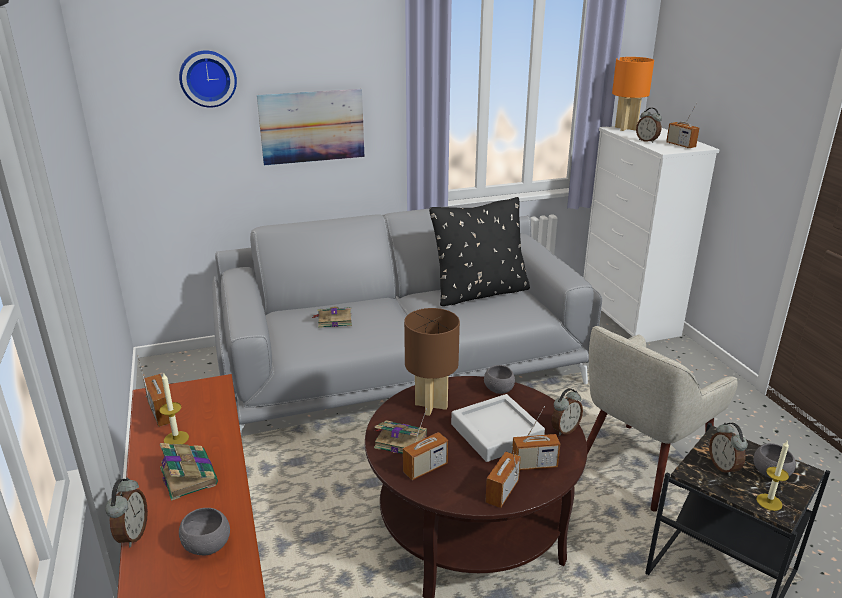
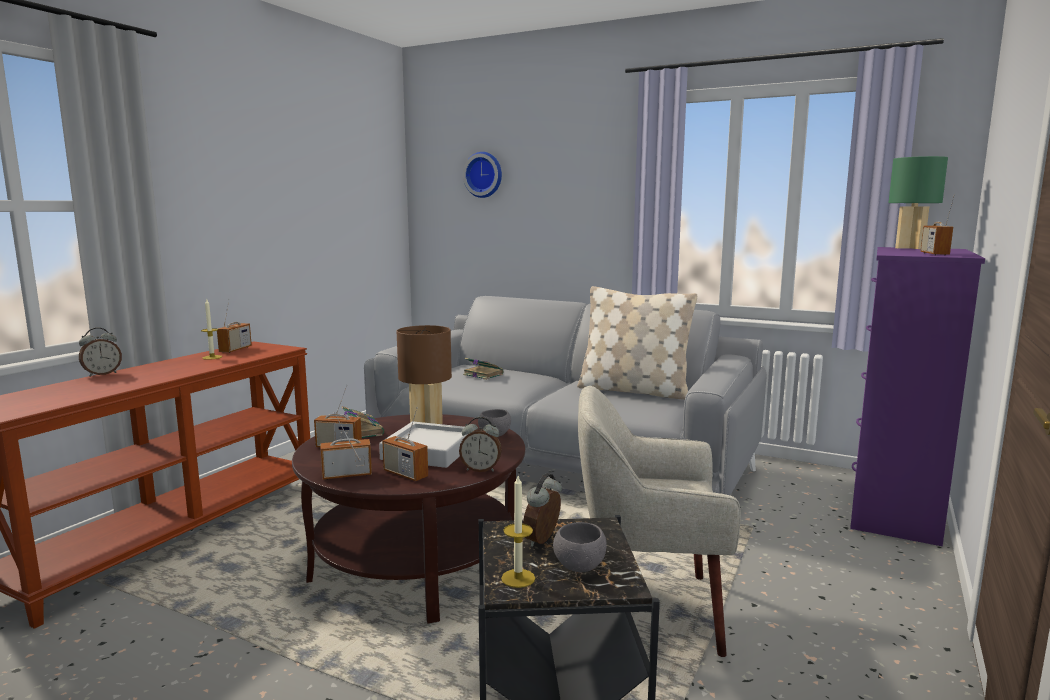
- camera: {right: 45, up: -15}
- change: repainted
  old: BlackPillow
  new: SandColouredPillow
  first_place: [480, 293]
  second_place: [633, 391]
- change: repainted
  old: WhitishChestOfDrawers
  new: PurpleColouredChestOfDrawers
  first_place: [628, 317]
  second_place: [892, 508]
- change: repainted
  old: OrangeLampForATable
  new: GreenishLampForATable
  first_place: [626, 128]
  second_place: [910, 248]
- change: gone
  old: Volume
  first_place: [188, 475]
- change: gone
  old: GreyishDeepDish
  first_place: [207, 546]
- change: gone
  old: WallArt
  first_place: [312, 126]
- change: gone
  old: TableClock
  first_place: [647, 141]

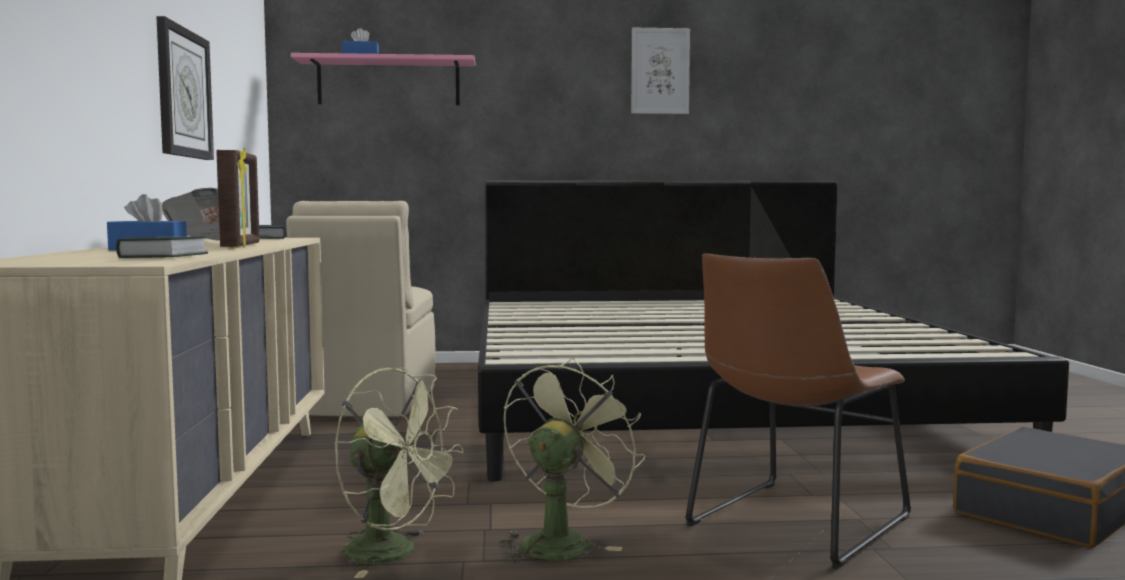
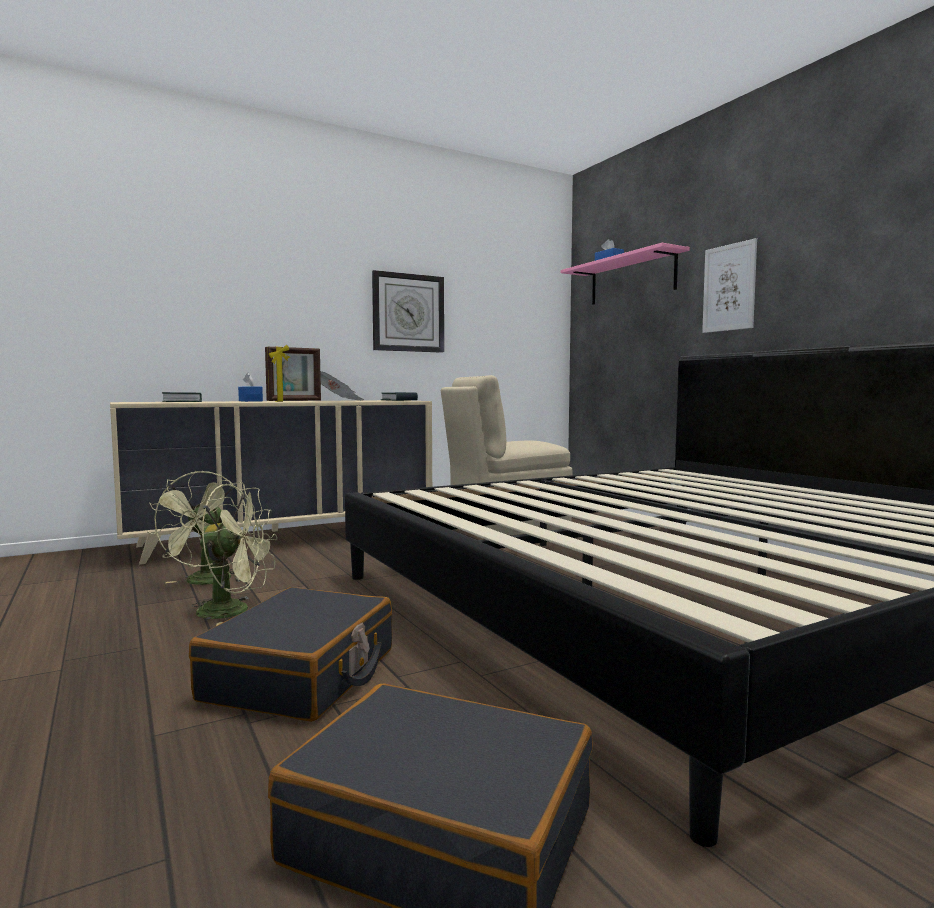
- camera: {right: 65, up: 0}
- change: swapped
  old: BrownUprightChair
  new: BlackPieceOfLuggage
  first_place: [793, 523]
  second_place: [302, 675]
- change: shifted
  old: WallArt
  first_place: [660, 71]
  second_place: [729, 287]

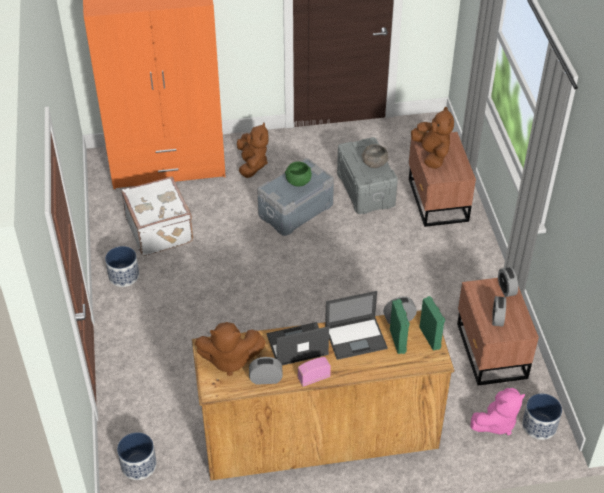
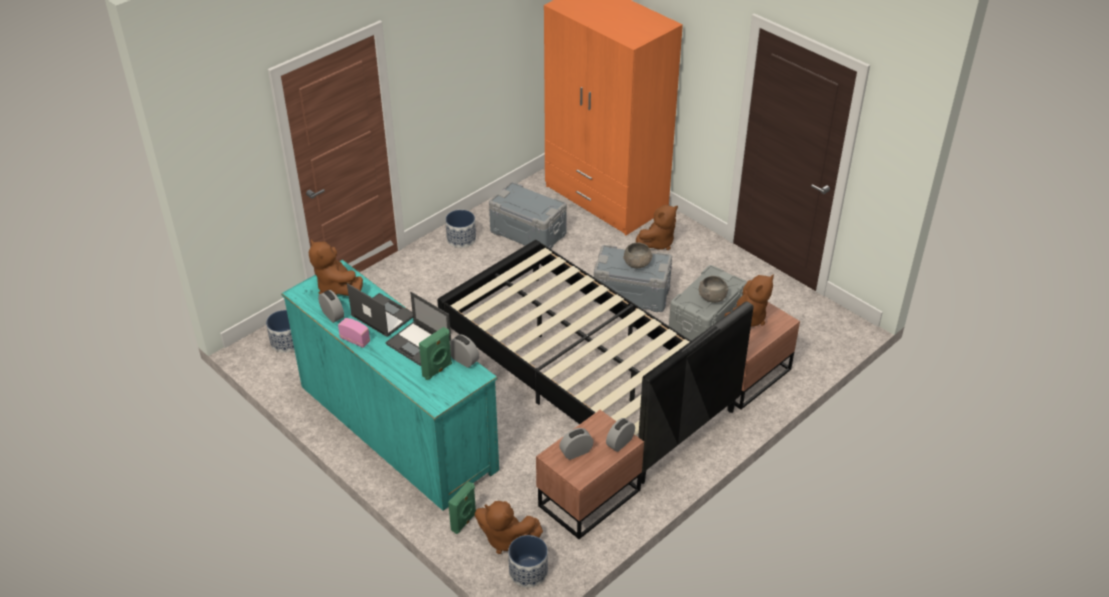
- camera: {right: 55, up: -5}
- change: repainted
  old: BrownChestOfDrawers
  new: BlueGreenChestOfDrawers
  first_place: [319, 433]
  second_place: [397, 427]
- change: new
  new: BlackBed
  second_place: [584, 372]
- change: shifted
  old: GreenishAudioSpeaker
  first_place: [430, 337]
  second_place: [464, 522]
- change: repainted
  old: PinkCuddlyToy
  new: BrownCuddlyToy
  first_place: [496, 422]
  second_place: [505, 538]
- change: swapped
  old: WhitishPieceOfLuggage
  new: GreyishStorageContainer
  first_place: [160, 230]
  second_place: [528, 232]
- change: repainted
  old: GreenishDeepDish
  new: GreyishDeepDish
  first_place: [298, 181]
  second_place: [637, 263]

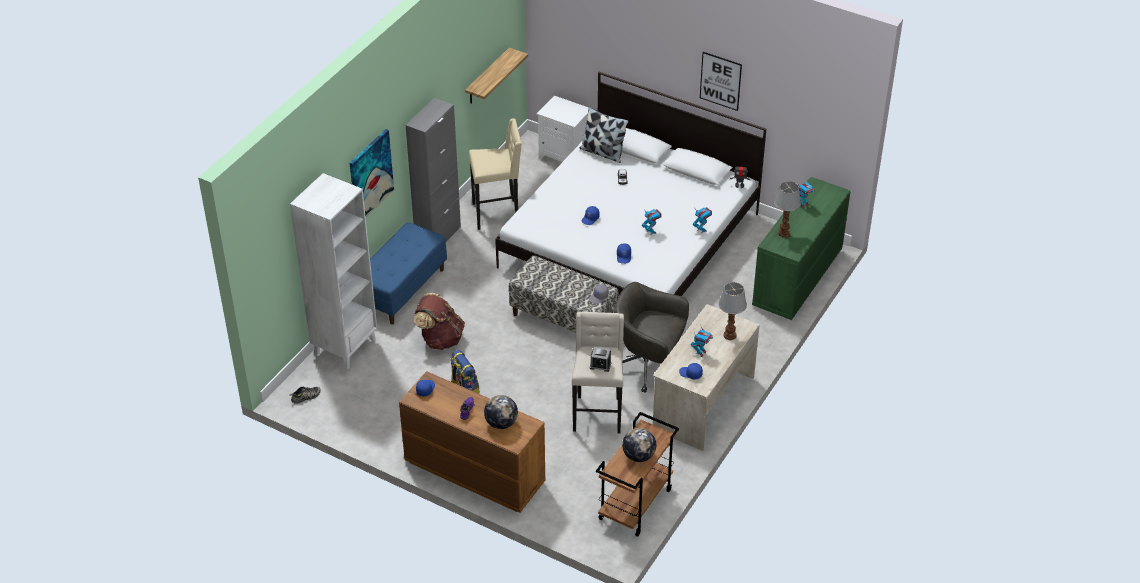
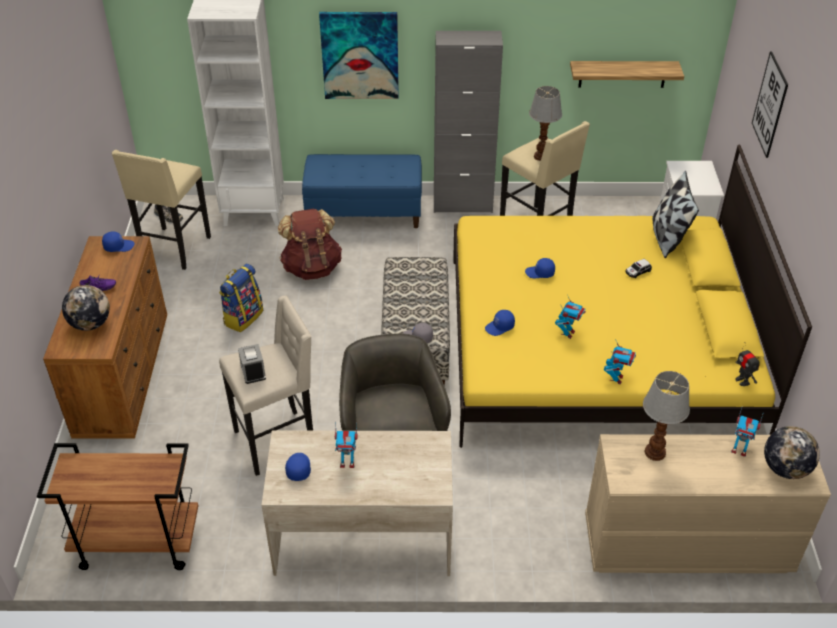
- camera: {right: 60, up: 0}
- change: new
  new: SandColouredSittingStool
  second_place: [174, 250]
- change: repainted
  old: WhitishBed
  new: YellowishBed
  first_place: [630, 240]
  second_place: [597, 347]
- change: shifted
  old: LampForATable
  first_place: [729, 335]
  second_place: [541, 156]
- change: repainted
  old: GreenishChestOfDrawers
  new: SandColouredChestOfDrawers
  first_place: [797, 279]
  second_place: [685, 544]
- change: shifted
  old: WallArt
  first_place: [720, 81]
  second_place: [769, 104]
- change: shifted
  old: DeskGlobe
  first_place: [638, 456]
  second_place: [785, 468]

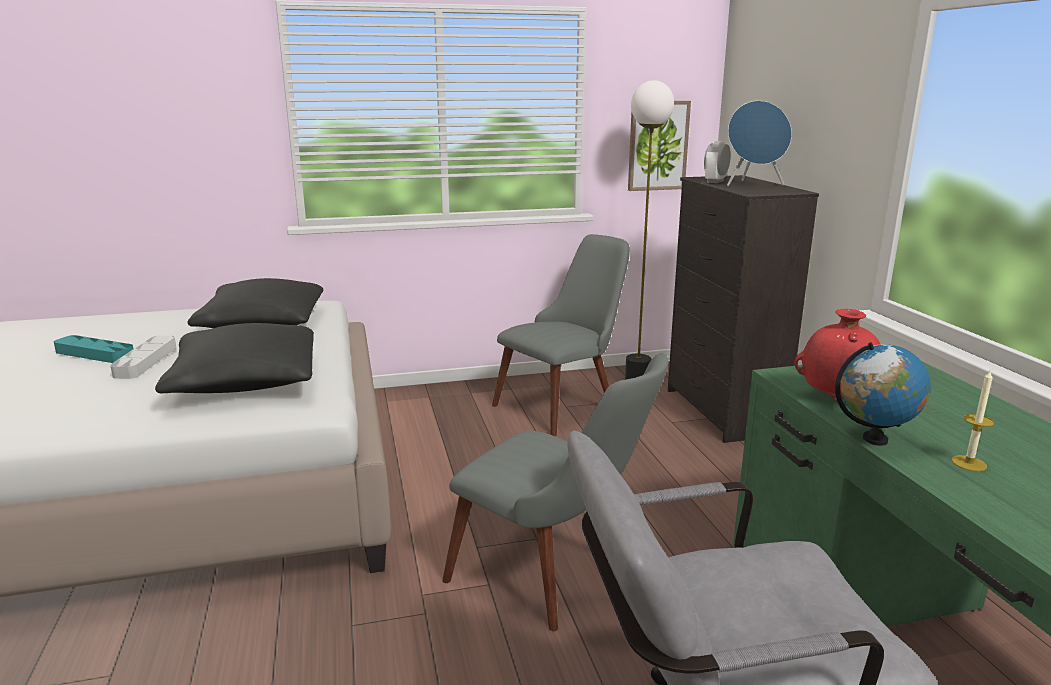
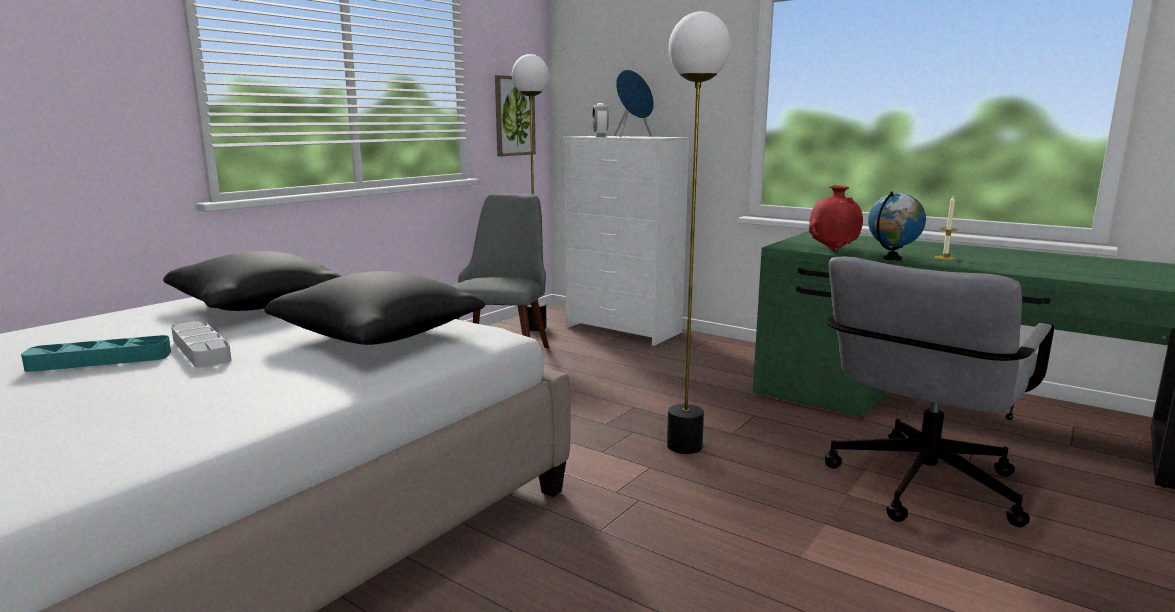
- camera: {right: -40, up: -5}
- change: repainted
  old: BlackChestOfDrawers
  new: WhitishChestOfDrawers
  first_place: [722, 412]
  second_place: [623, 330]
- change: swapped
  old: GreyishUprightChair
  new: FloorLamp
  first_place: [555, 577]
  second_place: [685, 446]

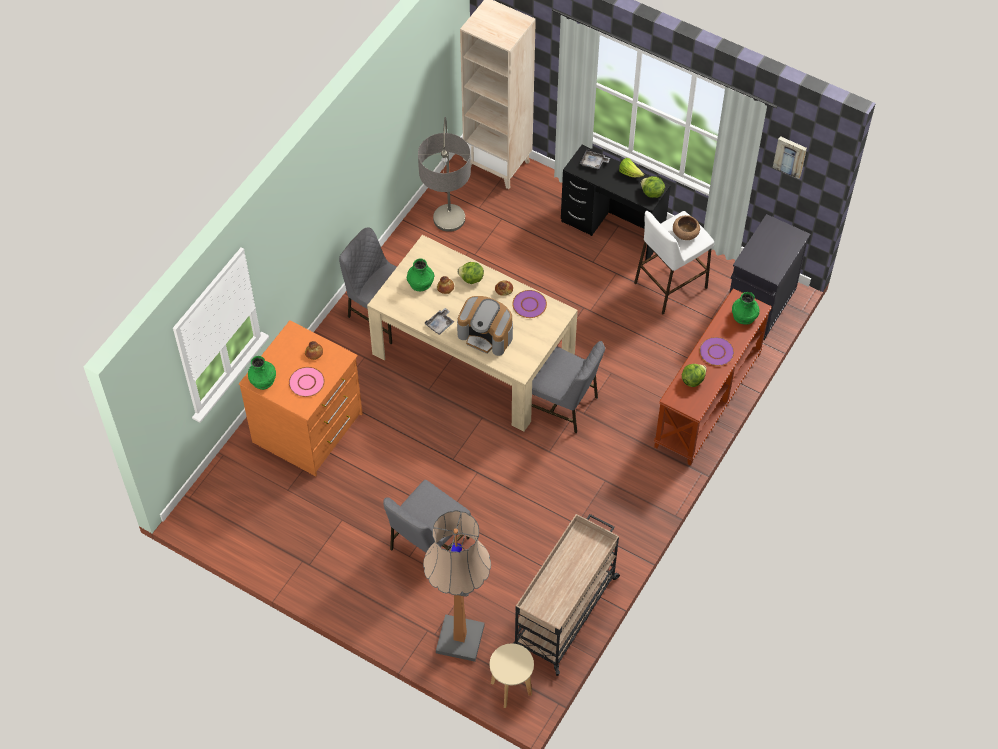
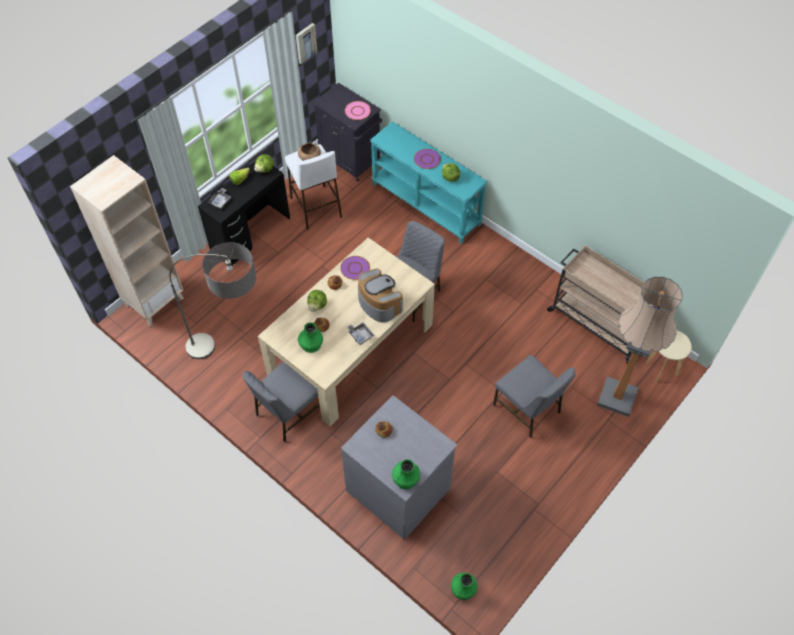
- camera: {right: -80, up: 0}
- change: repainted
  old: OrangeChestOfDrawers
  new: GreyishChestOfDrawers
  first_place: [309, 429]
  second_place: [399, 488]
- change: shifted
  old: PinkDinnerPlate
  first_place: [306, 382]
  second_place: [358, 111]
- change: rotated
  old: CoffeeMachine
  first_place: [486, 335]
  second_place: [379, 303]
  degrees: -75
- change: repainted
  old: BrownConsoleTable
  new: BlueGreenConsoleTable
  first_place: [708, 401]
  second_place: [426, 204]
- change: shifted
  old: GreenishFlowerVase
  first_place: [744, 315]
  second_place: [463, 589]

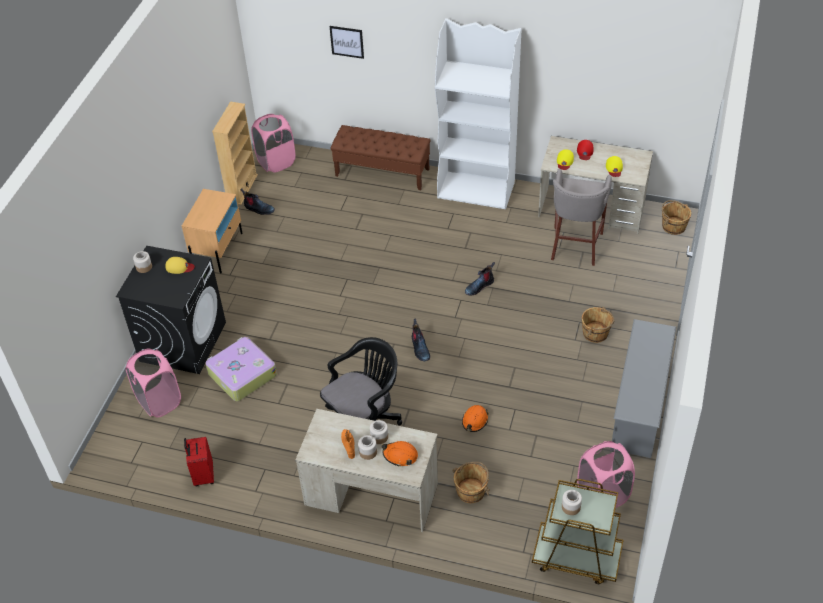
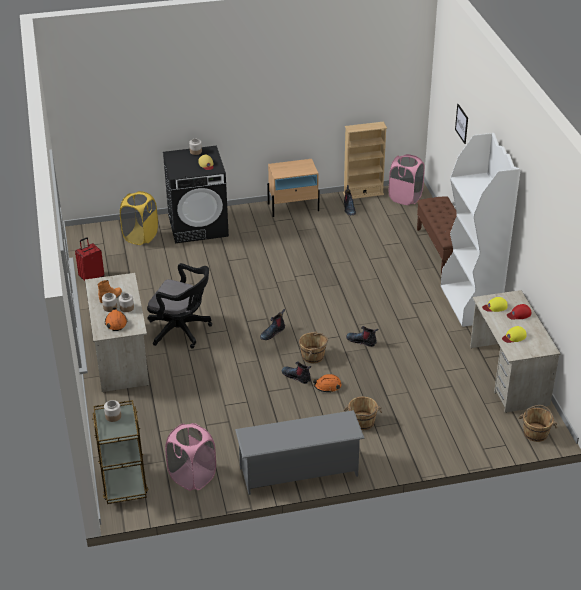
- camera: {right: 60, up: -10}
- change: repainted
  old: PinkWashingBasket
  new: YellowishWashingBasket
  first_place: [159, 401]
  second_place: [140, 236]
- change: new
  new: Boot
  second_place: [297, 376]
- change: shifted
  old: BrownBucket
  first_place: [471, 491]
  second_place: [313, 356]
- change: shifted
  old: OrangeHardHat
  first_place: [475, 421]
  second_place: [327, 386]
- change: gone
  old: PieceOfLuggage
  first_place: [241, 374]
- change: gone
  old: GreyishSittingStool
  first_place: [575, 247]

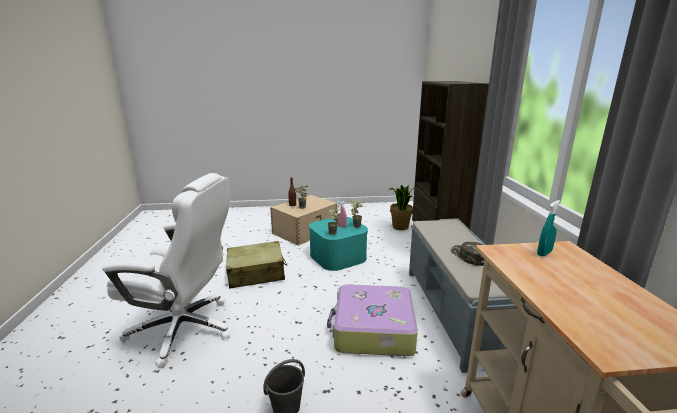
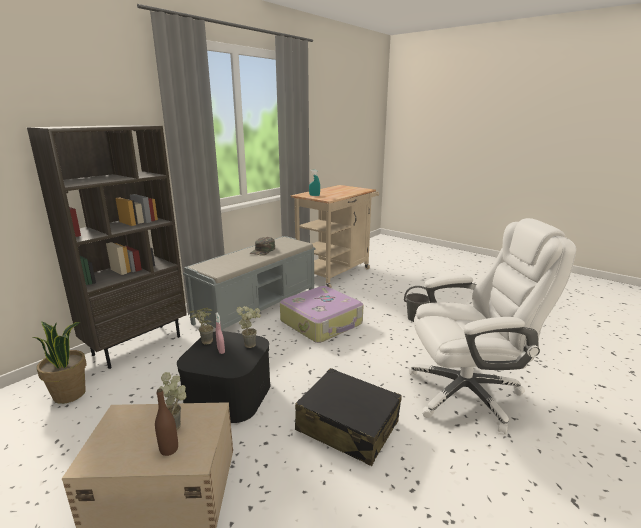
- camera: {right: -135, up: 0}
- change: repainted
  old: BlueGreenStorageContainer
  new: BlackStorageContainer
  first_place: [338, 256]
  second_place: [228, 394]
- change: repainted
  old: SandColouredPieceOfLuggage
  new: BlackPieceOfLuggage
  first_place: [256, 273]
  second_place: [347, 426]
- change: rotated
  old: WhitishDeskChair
  first_place: [184, 329]
  second_place: [467, 393]
  degrees: 120

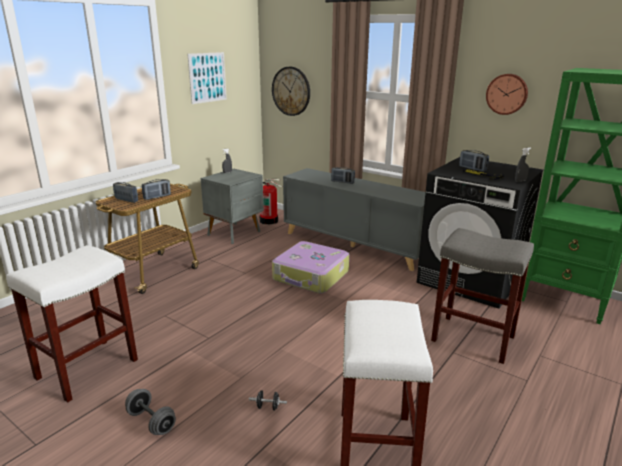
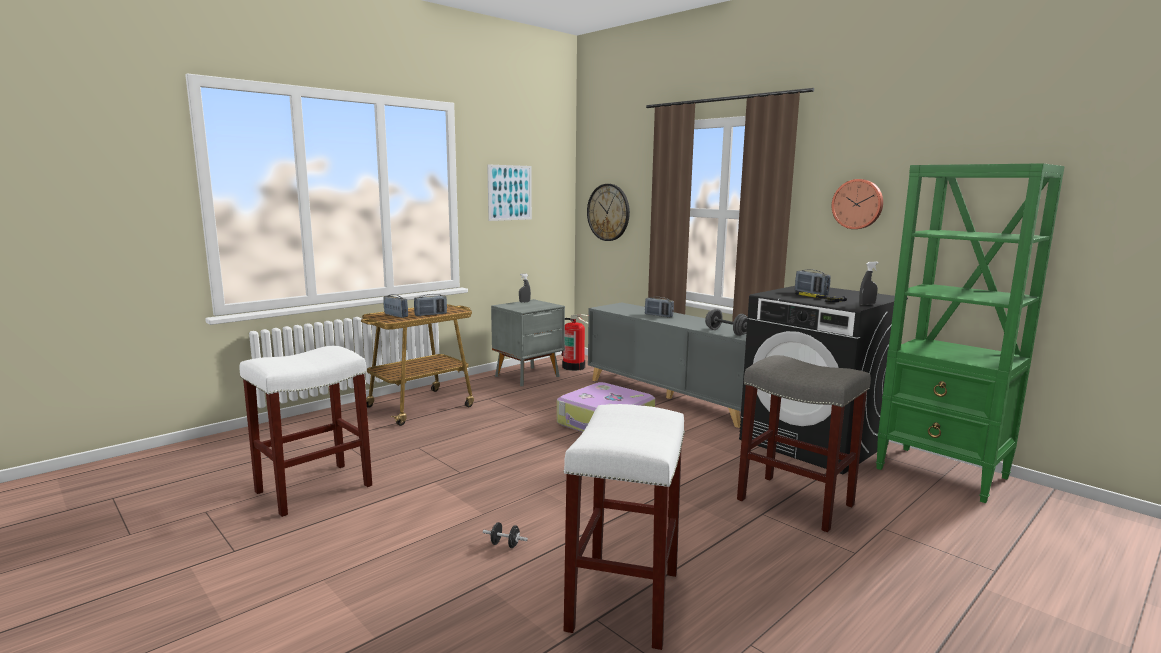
- camera: {right: 10, up: -10}
- change: shifted
  old: GreyishDumbbell
  first_place: [151, 422]
  second_place: [726, 332]

